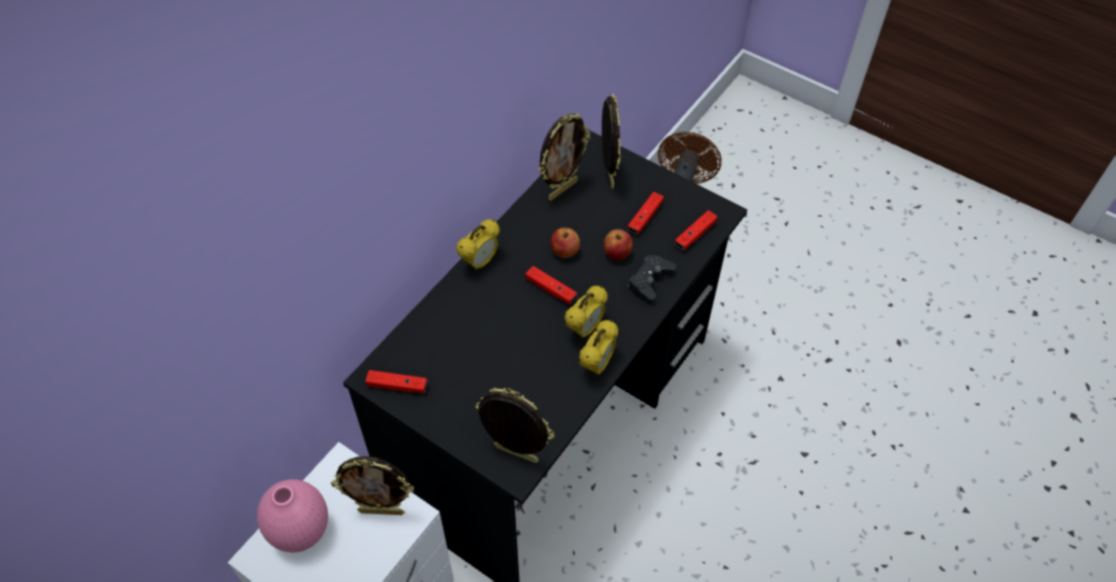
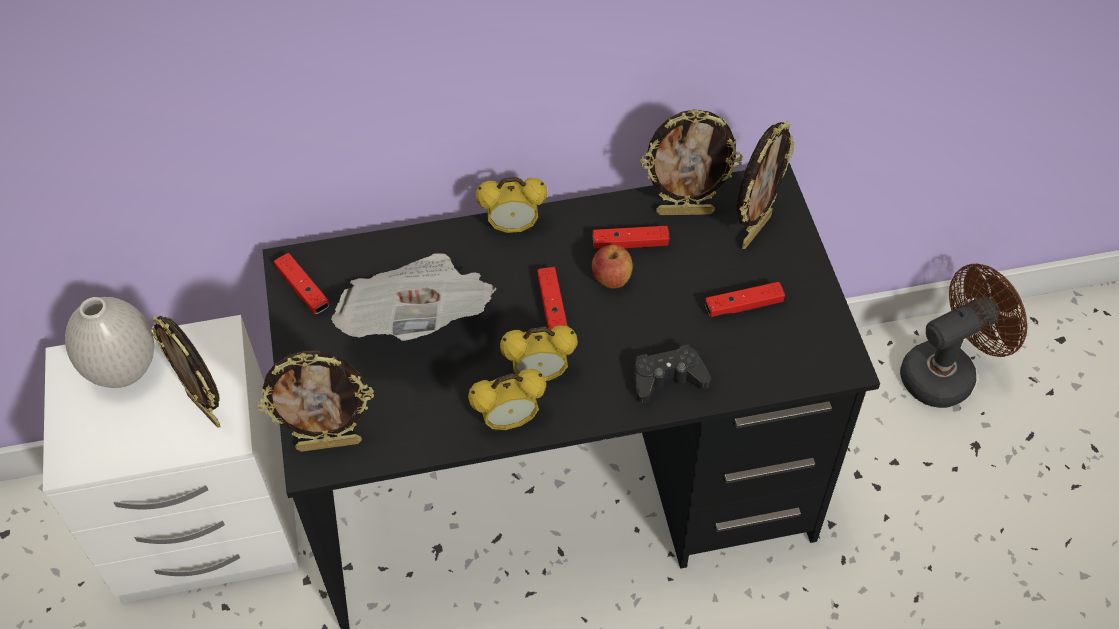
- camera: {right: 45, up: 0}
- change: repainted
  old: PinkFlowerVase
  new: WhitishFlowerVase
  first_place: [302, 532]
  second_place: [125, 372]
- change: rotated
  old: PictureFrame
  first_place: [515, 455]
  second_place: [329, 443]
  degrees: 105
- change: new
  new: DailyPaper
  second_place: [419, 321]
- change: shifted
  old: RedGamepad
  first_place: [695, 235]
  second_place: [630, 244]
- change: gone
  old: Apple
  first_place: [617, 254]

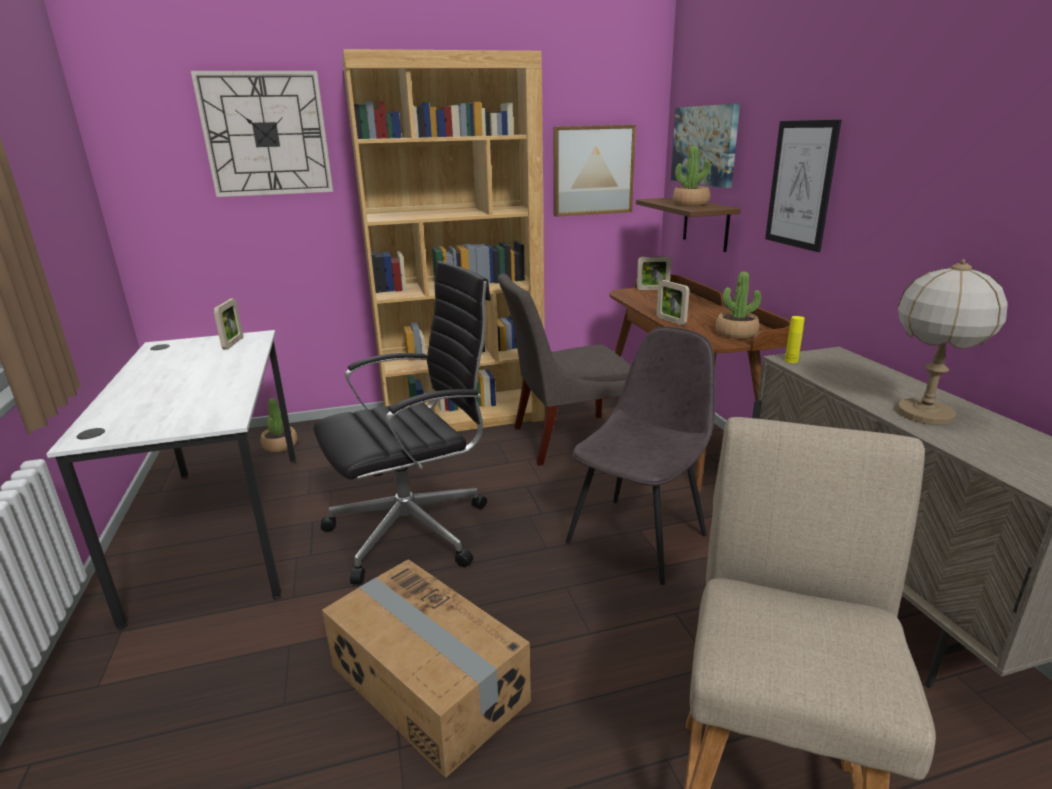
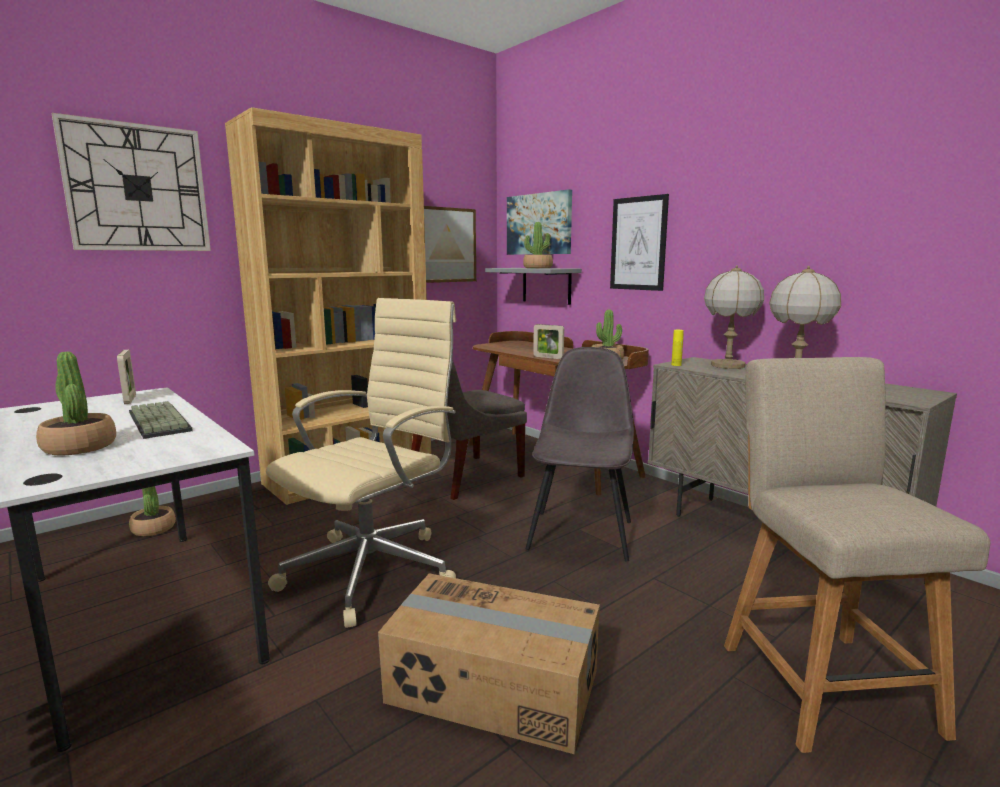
- camera: {right: -25, up: -10}
- change: new
  new: Houseplant
  second_place: [79, 447]
- change: new
  new: PcKeyboard
  second_place: [156, 421]
- change: repainted
  old: BlackDeskChair
  new: SandColouredDeskChair
  first_place: [415, 530]
  second_place: [375, 570]
- change: repainted
  old: BrownShelf
  new: GreyishShelf
  first_place: [705, 224]
  second_place: [546, 285]
- change: new
  new: LampForATable
  second_place: [727, 365]
- change: gone
  old: PictureFrame
  first_place: [652, 289]

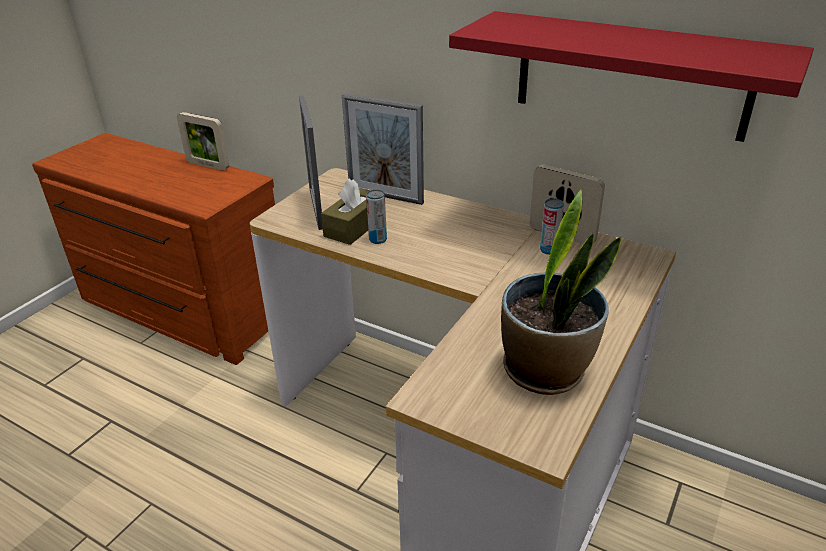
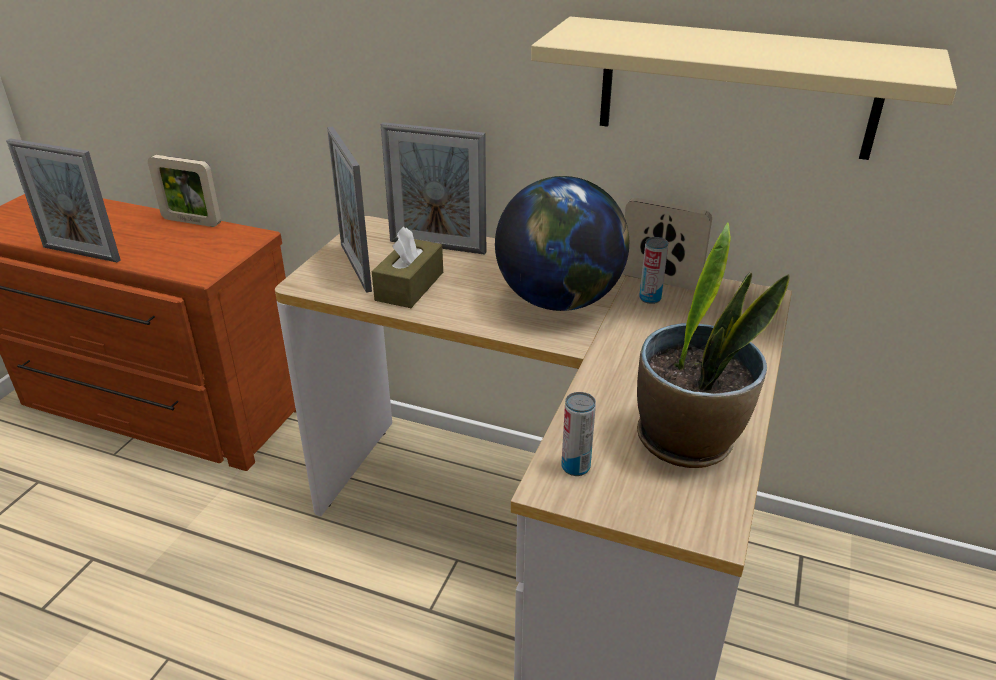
- camera: {right: -10, up: 0}
- change: new
  new: PictureFrame
  second_place: [81, 253]
- change: new
  new: DeskGlobe
  second_place: [559, 300]
- change: repainted
  old: RedShelf
  new: SandColouredShelf
  first_place: [630, 75]
  second_place: [736, 88]
- change: shifted
  old: Can
  first_place: [378, 239]
  second_place: [575, 467]

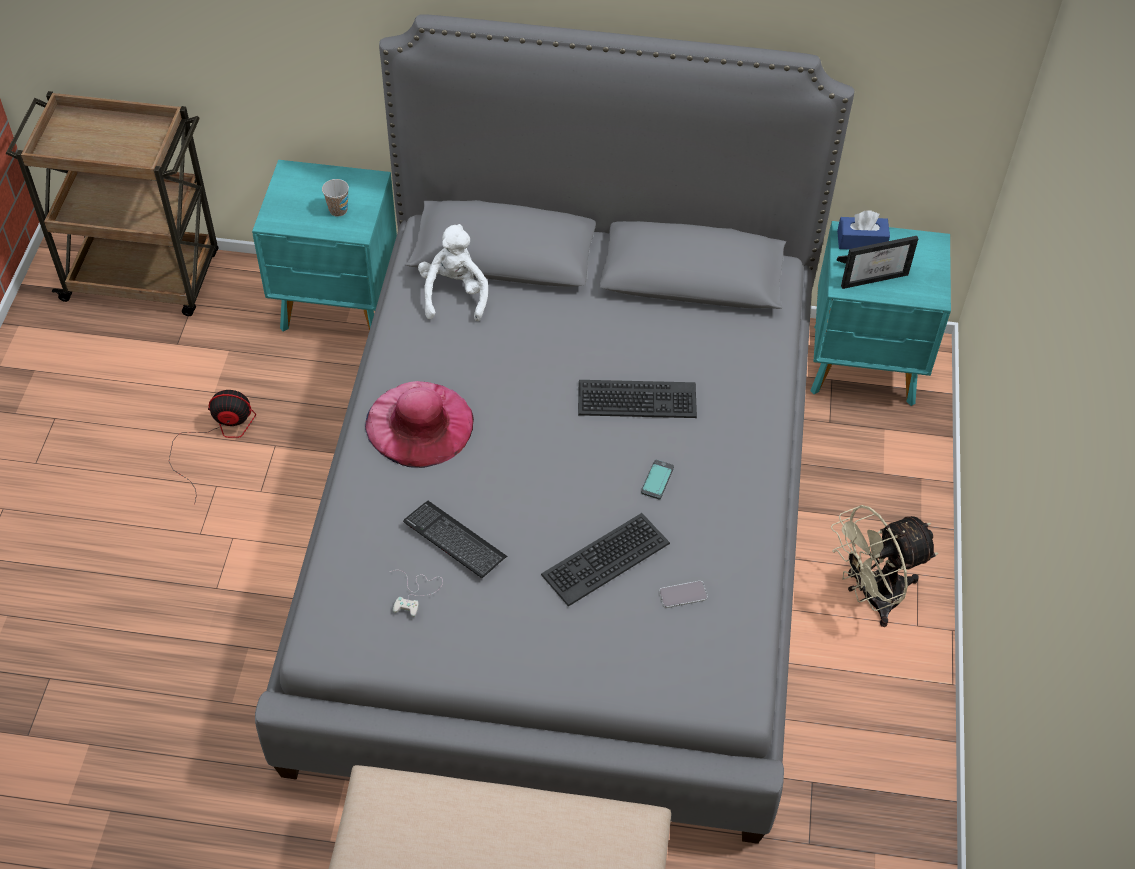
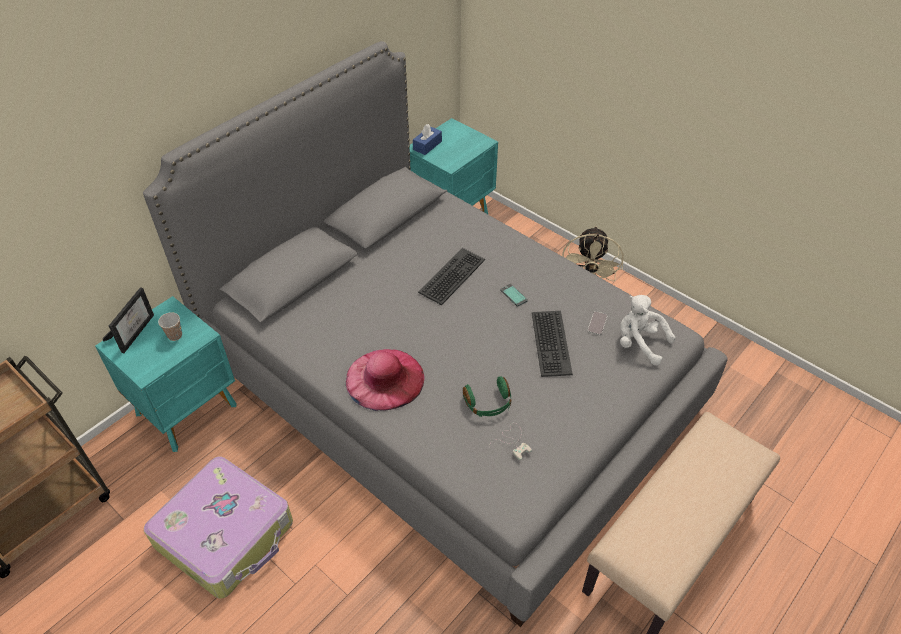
- camera: {right: -55, up: -5}
- change: shifted
  old: PictureFrame
  first_place: [873, 275]
  second_place: [134, 331]
- change: swapped
  old: CoolingFan
  new: PieceOfLuggage
  first_place: [217, 438]
  second_place: [226, 534]
- change: swapped
  old: PcKeyboard
  new: GreenishHeadphones
  first_place: [454, 540]
  second_place: [488, 404]
- change: shifted
  old: WhitishCuddlyToy
  first_place: [454, 294]
  second_place: [639, 343]

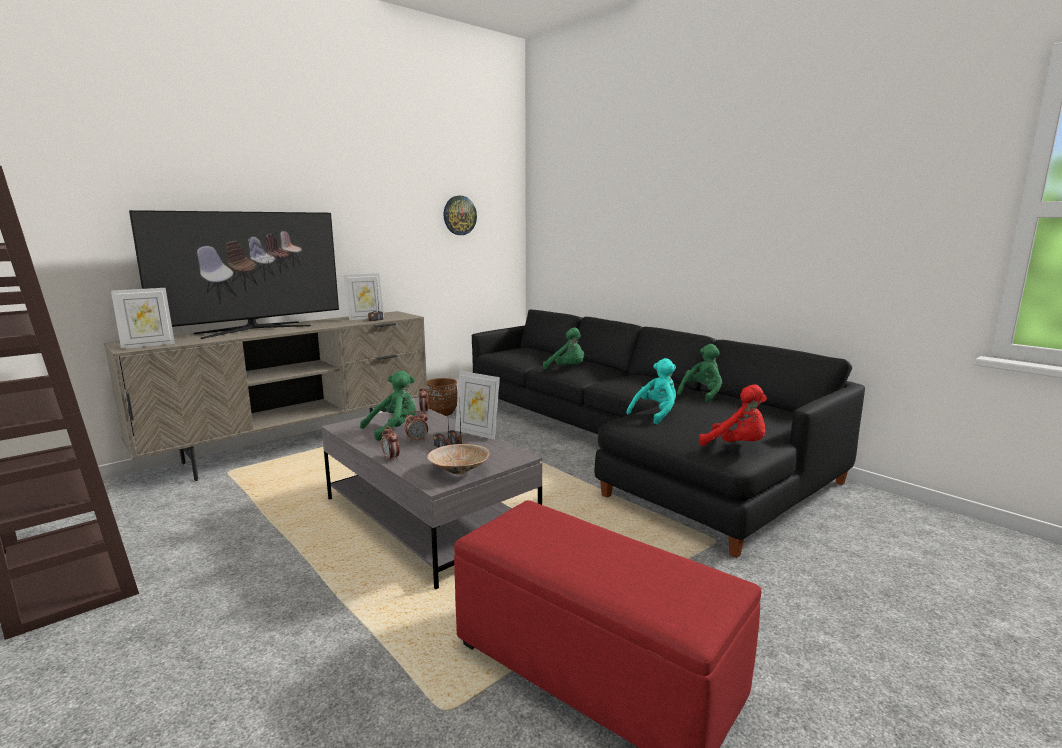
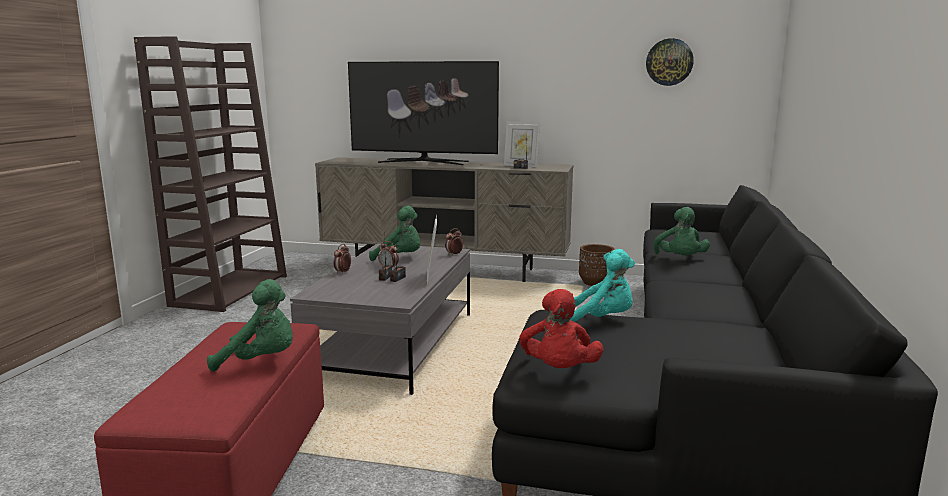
- camera: {right: 55, up: 0}
- change: shifted
  old: GreenishCuddlyToy
  first_place: [702, 394]
  second_place: [261, 361]
- change: gone
  old: PictureFrame
  first_place: [148, 345]
- change: gone
  old: SandColouredDeepDish
  first_place: [458, 470]

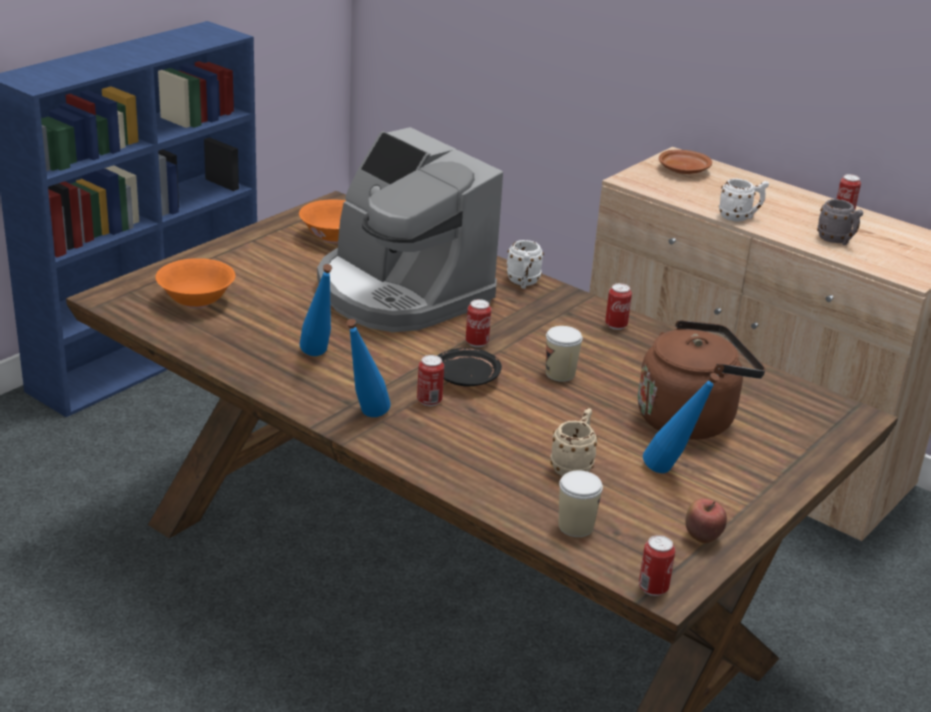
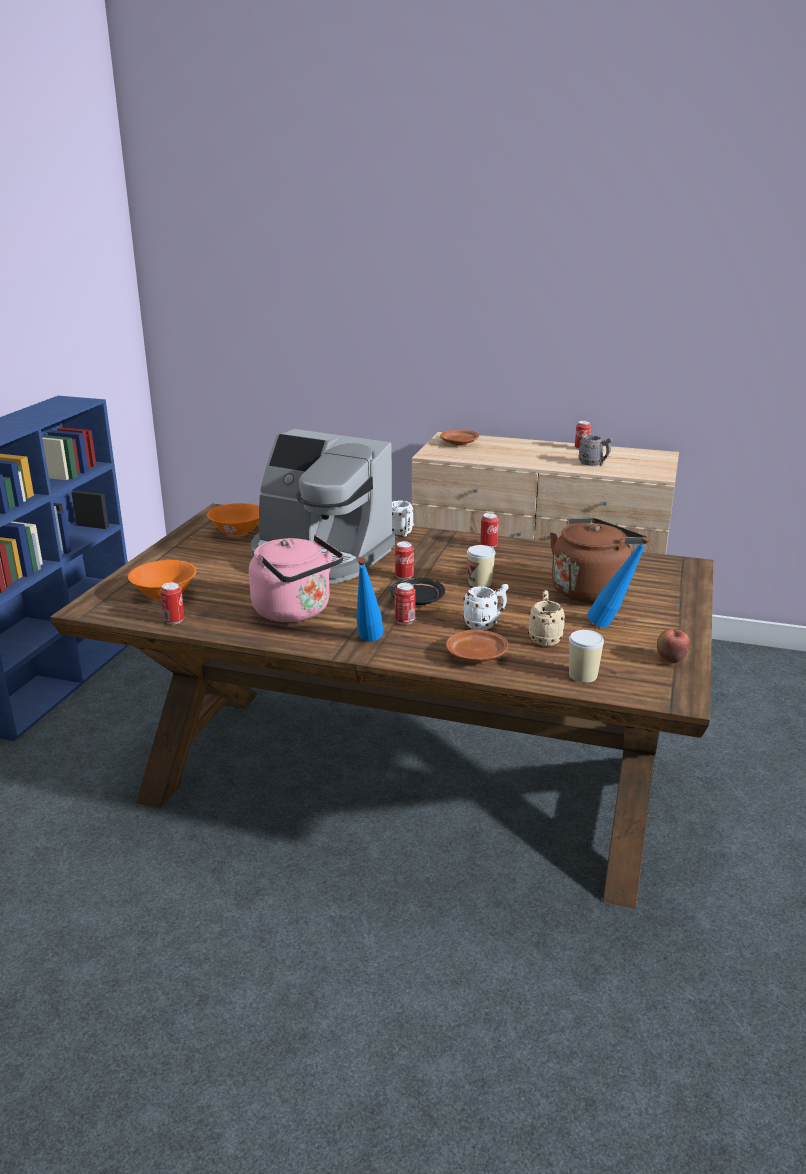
- camera: {right: -20, up: -5}
- change: shifted
  old: Can
  first_place: [653, 588]
  second_place: [174, 620]
- change: swapped
  old: BluishBeverageBottle
  new: PinkKettle
  first_place: [318, 357]
  second_place: [296, 612]
- change: new
  new: BrownDinnerPlate
  second_place: [477, 655]
- change: shifted
  old: WhitishMug
  first_place: [740, 217]
  second_place: [485, 624]

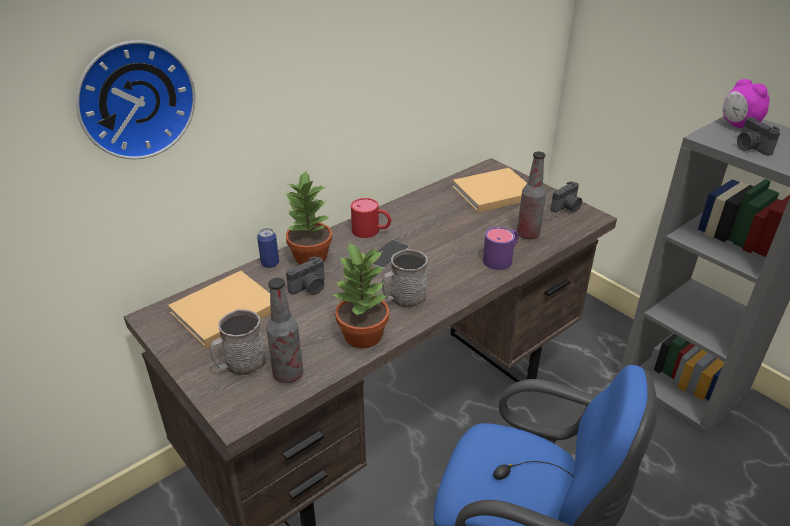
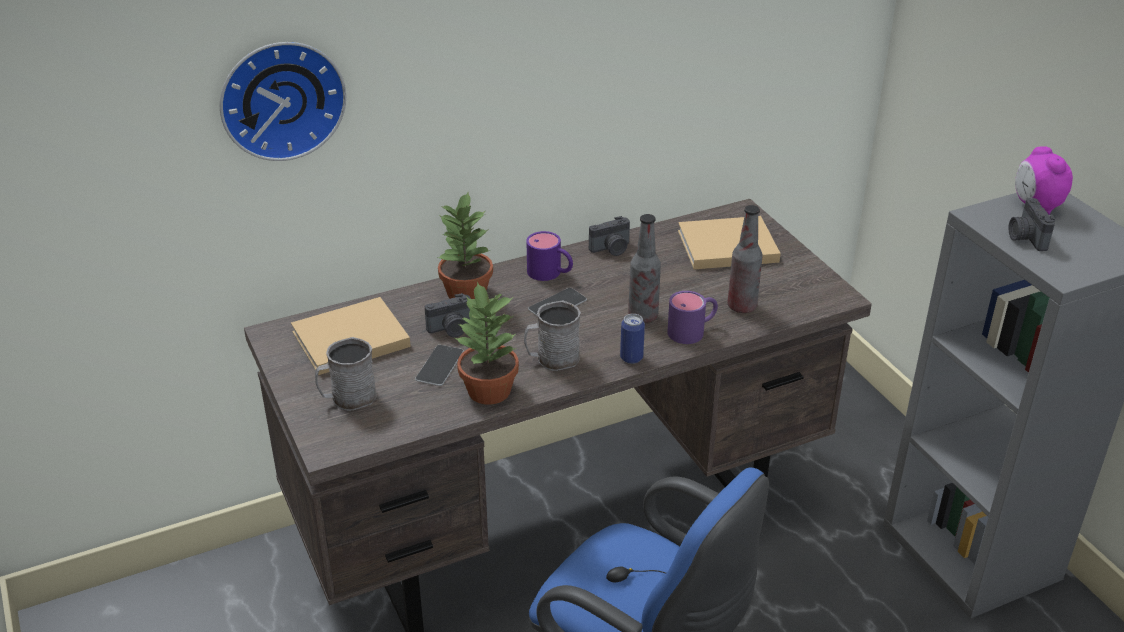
- camera: {right: 15, up: 0}
- change: new
  new: Phone
  second_place: [439, 365]
- change: repainted
  old: RedMug
  new: PurpleColouredMug
  first_place: [371, 231]
  second_place: [550, 273]
- change: shifted
  old: StillCamera
  first_place: [567, 208]
  second_place: [611, 249]
- change: shifted
  old: Can
  first_place: [270, 263]
  second_place: [631, 358]
- change: shifted
  old: BeverageBottle
  first_place: [288, 374]
  second_place: [643, 316]

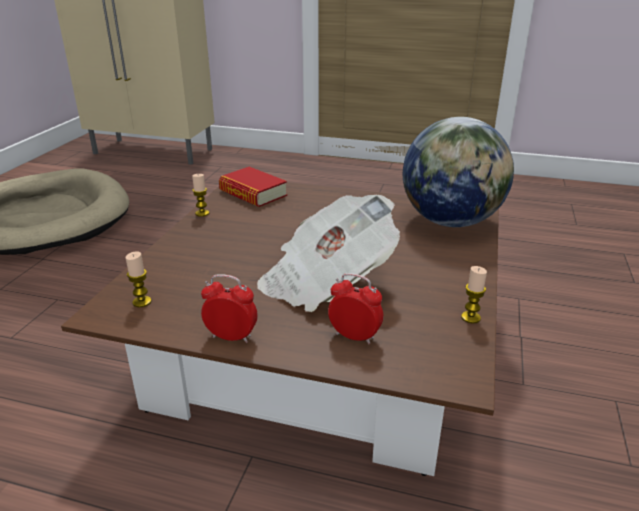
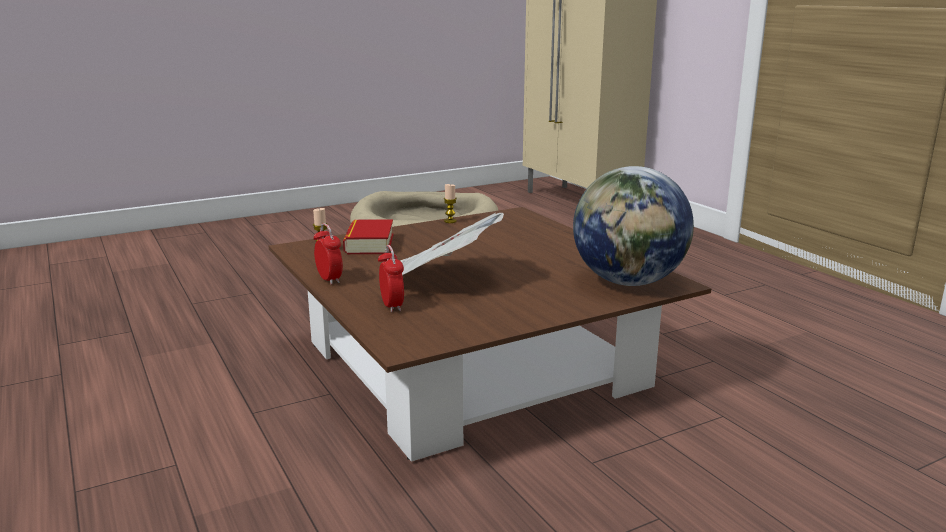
- camera: {right: 45, up: -10}
- change: shifted
  old: Volume
  first_place: [253, 193]
  second_place: [369, 244]
- change: gone
  old: Candle
  first_place: [470, 317]

